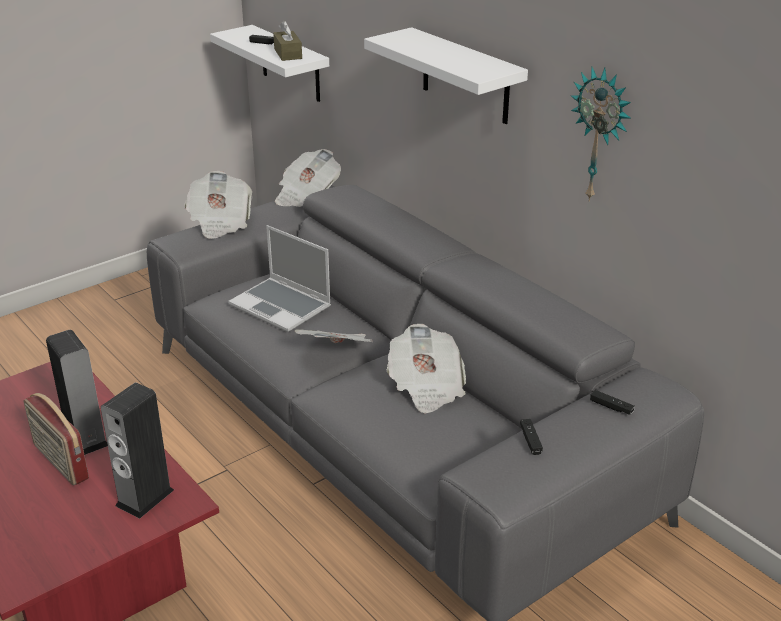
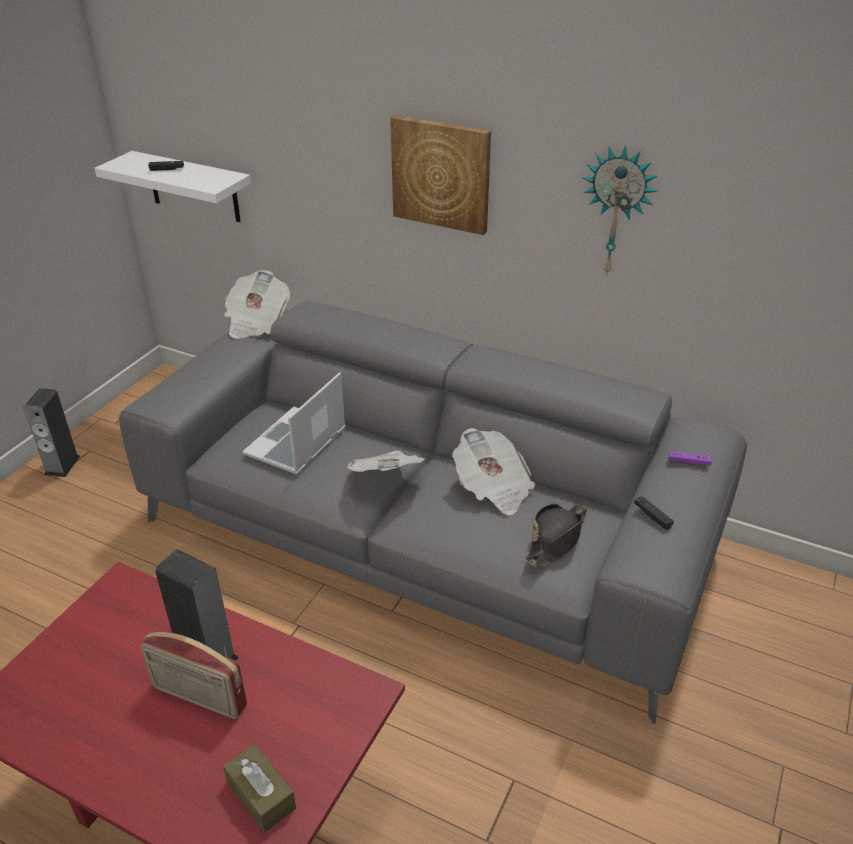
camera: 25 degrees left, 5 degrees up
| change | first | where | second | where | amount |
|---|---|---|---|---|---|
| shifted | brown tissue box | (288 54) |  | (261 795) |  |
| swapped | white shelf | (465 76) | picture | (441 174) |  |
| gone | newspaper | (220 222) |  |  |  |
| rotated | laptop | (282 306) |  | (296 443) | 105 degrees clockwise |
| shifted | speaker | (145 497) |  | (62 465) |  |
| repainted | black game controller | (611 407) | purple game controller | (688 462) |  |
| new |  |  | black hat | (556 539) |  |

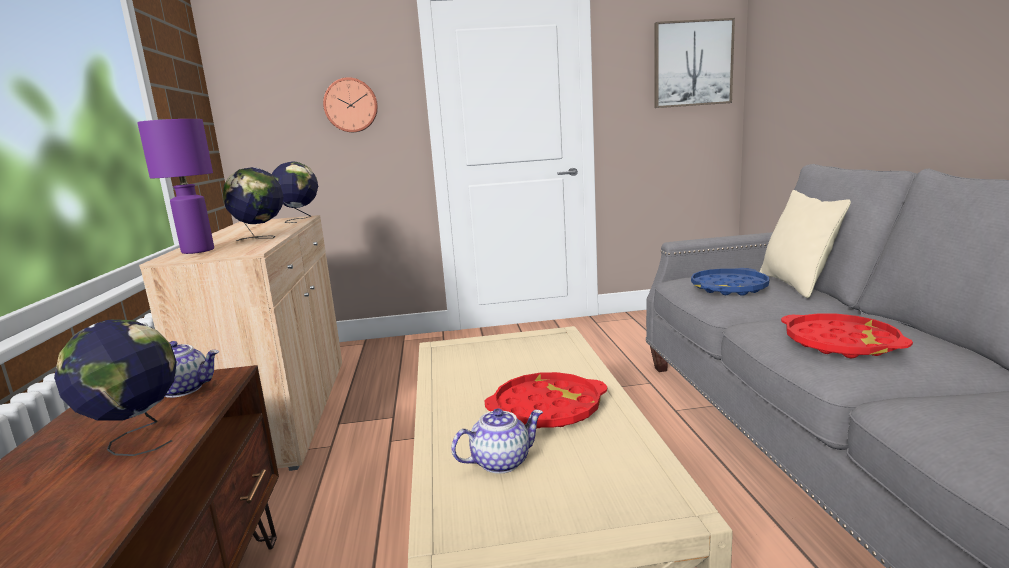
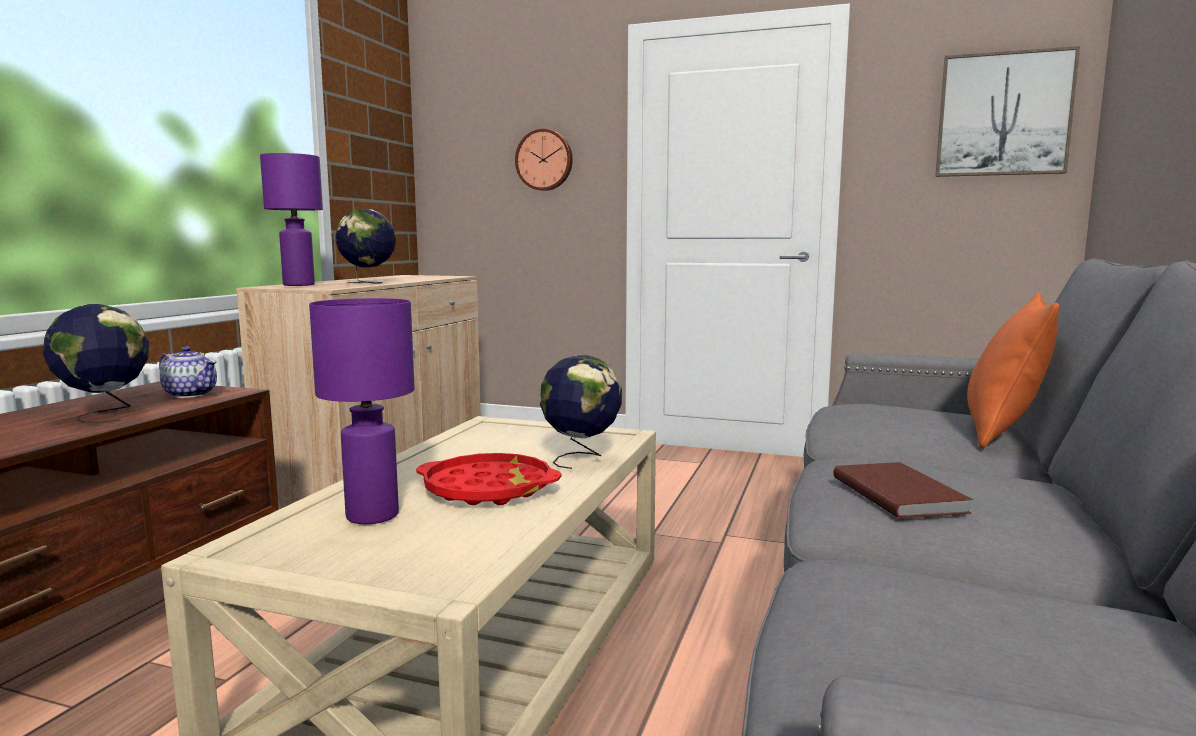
camera: 25 degrees right, 5 degrees down
| change | first | where | second | where | amount |
|---|---|---|---|---|---|
| shifted | globe | (299 220) |  | (581 458) |  |
| repainted | beige pillow | (796 284) | orange pillow | (1002 433) |  |
| gone | blue tray | (729 288) |  |  |  |
| swapped | red tray | (840 343) | brown book | (899 494) |  |
| swapped | teapot | (501 461) | purple table lamp | (371 515) |  |

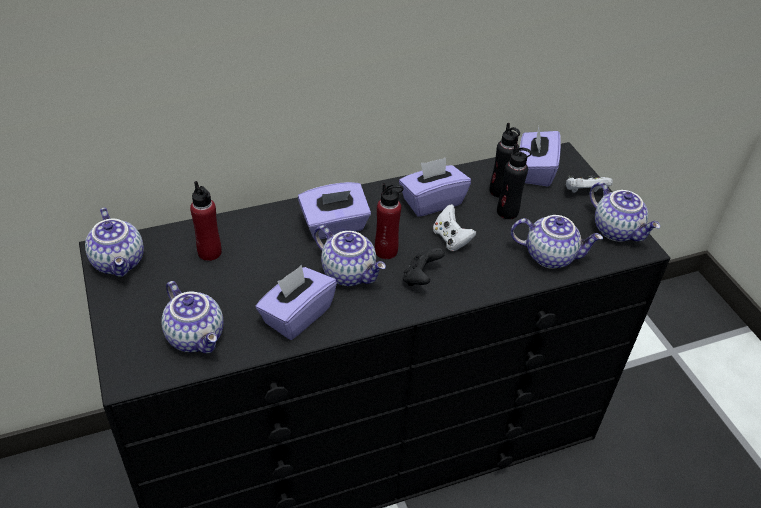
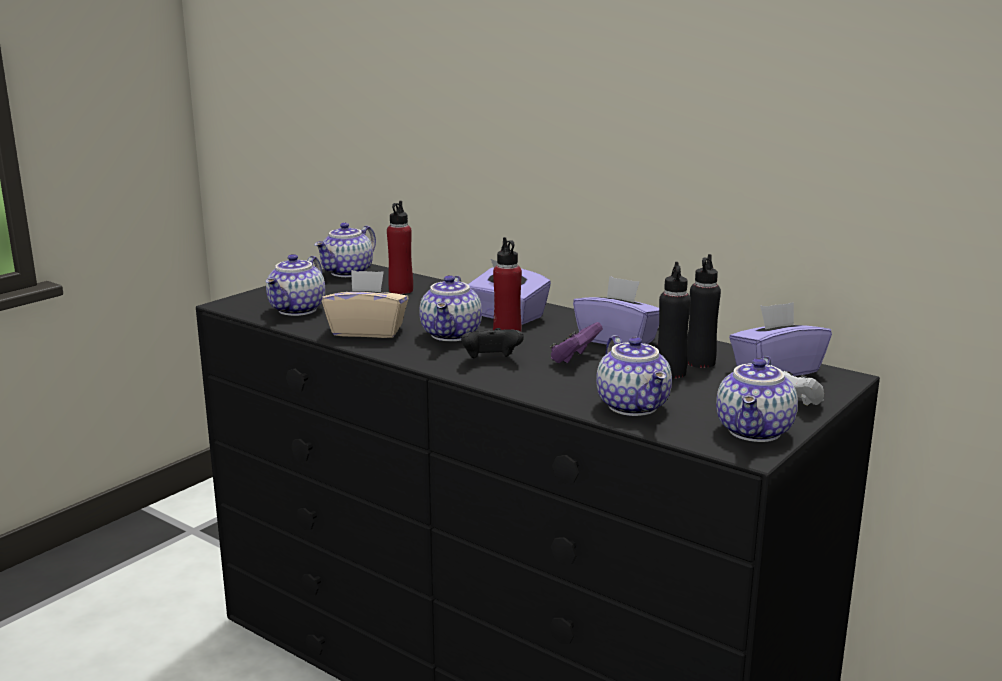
camera: 60 degrees right, 25 degrees down
| change | first | where | second | where | amount |
|---|---|---|---|---|---|
| repainted | white game controller | (451 239) | purple game controller | (574 359) |  |
| repainted | purple tissue box | (296 315) | beige tissue box | (367 331) |  |

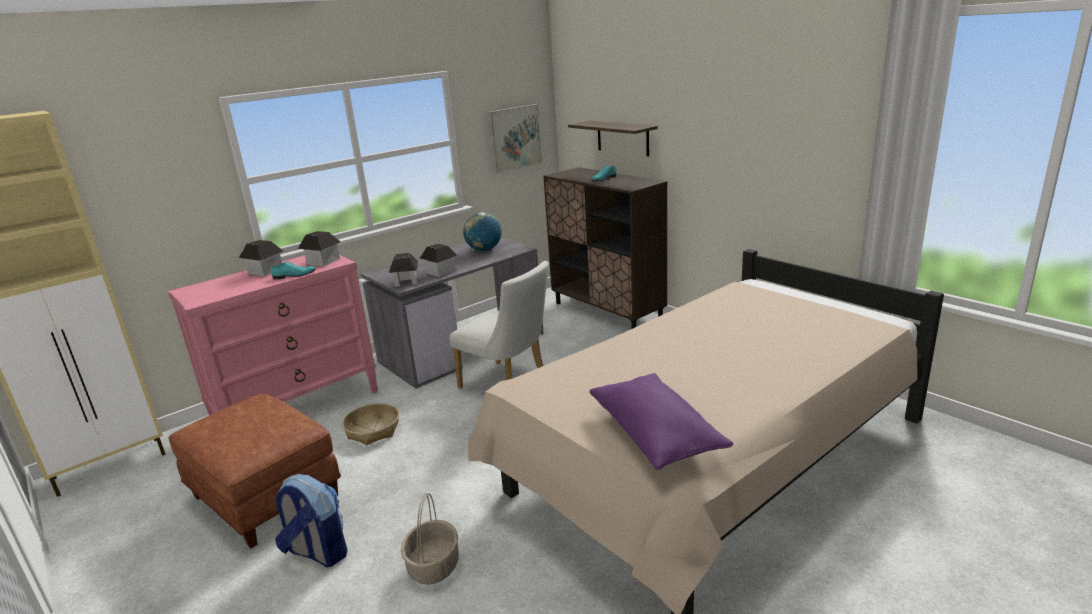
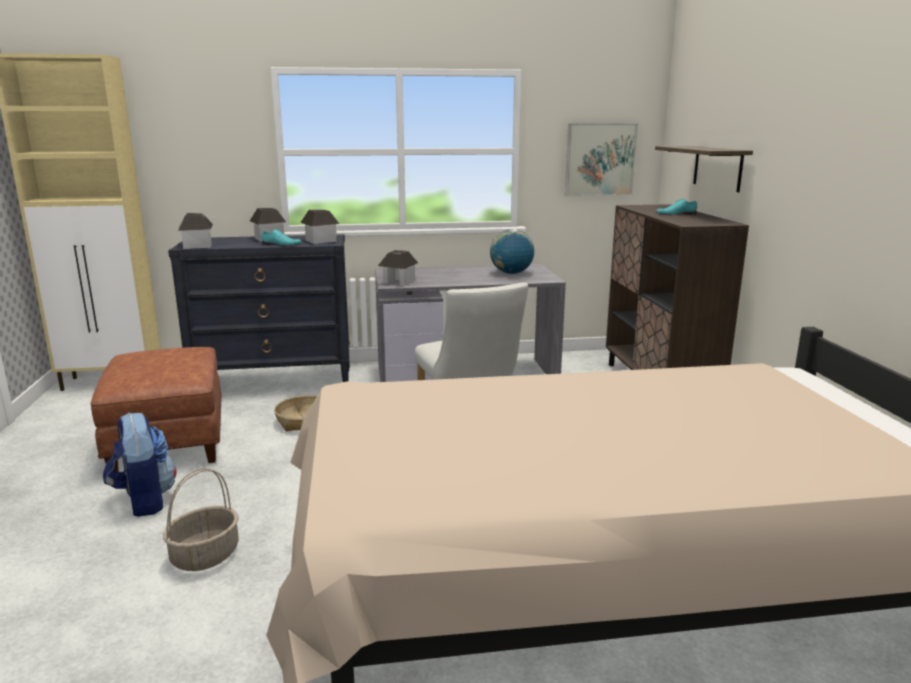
camera: 30 degrees right, 5 degrees down
| change | first | where | second | where | amount |
|---|---|---|---|---|---|
| shifted | toy house | (440 271) |  | (197 246) |  |
| repainted | pink dresser | (298 408) | black dresser | (275 384) |  |
| gone | purple pillow | (655 435) |  |  |  |

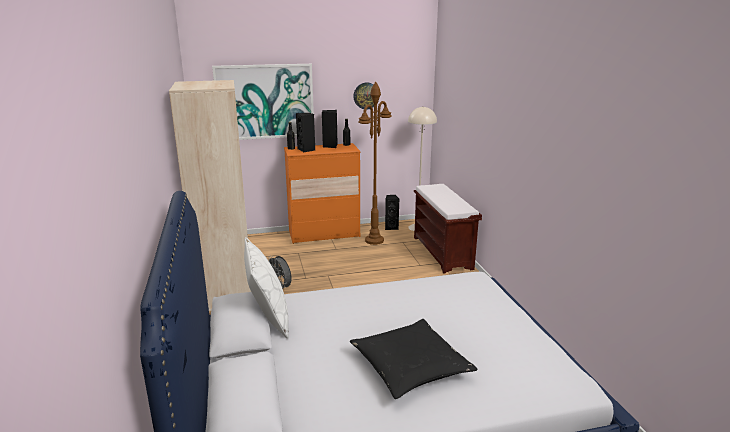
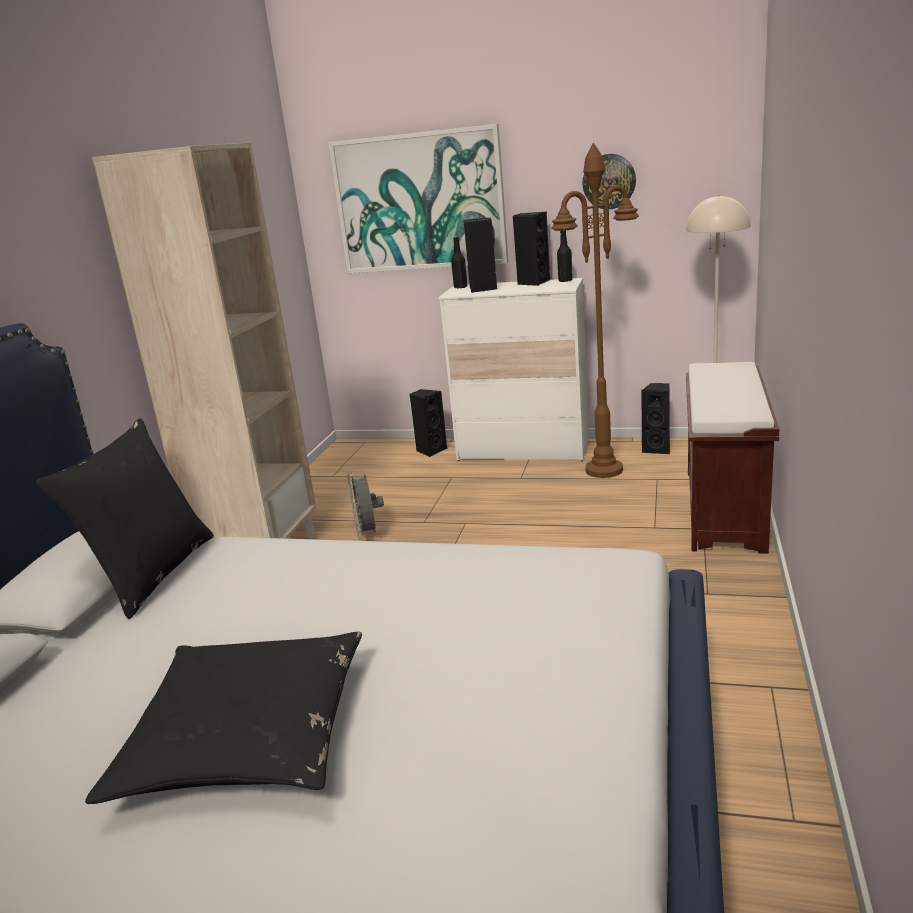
camera: 30 degrees right, 0 degrees up
| change | first | where | second | where | amount |
|---|---|---|---|---|---|
| repainted | orange dresser | (324 234) | white dresser | (523 450) |  |
| repainted | white pillow | (268 317) | black pillow | (151 574) |  |
| new |  |  | black speaker | (431 450) |  |

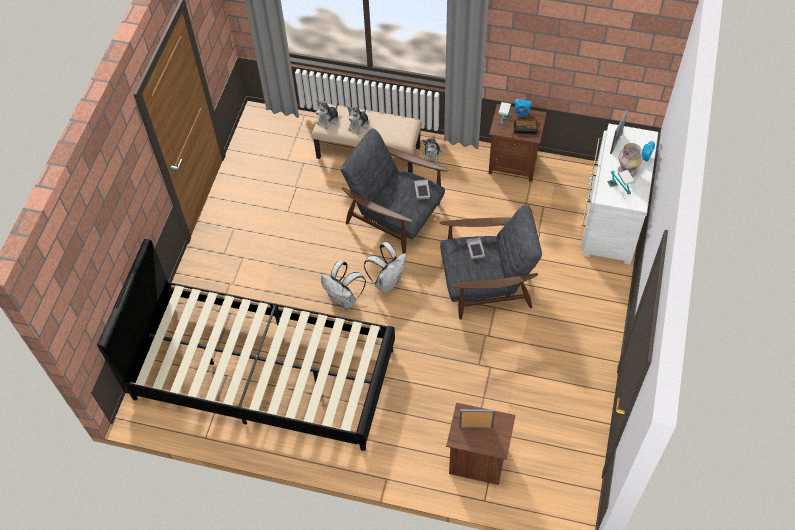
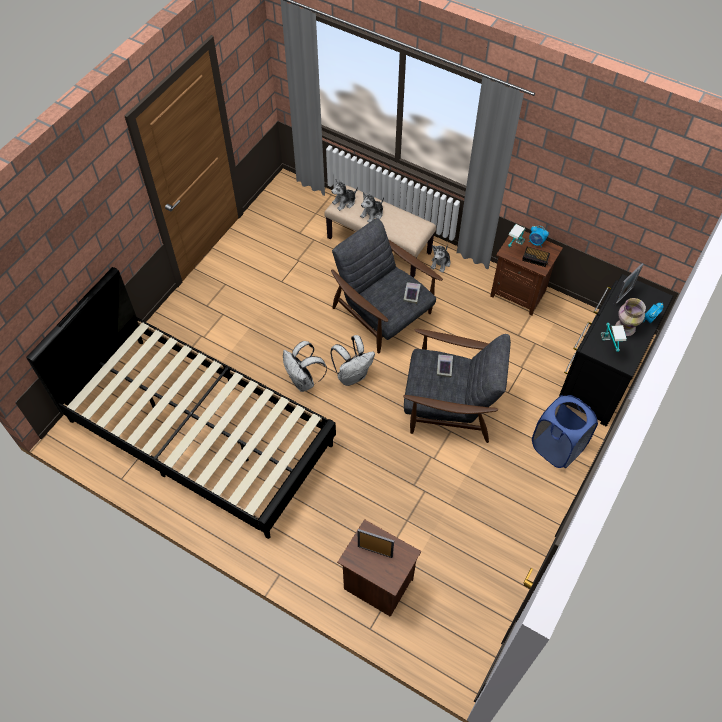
camera: 15 degrees right, 0 degrees up
| change | first | where | second | where | amount |
|---|---|---|---|---|---|
| repainted | white dresser | (609 220) | black dresser | (599 376) |  |
| new |  |  | blue laundry basket | (557 447) |  |

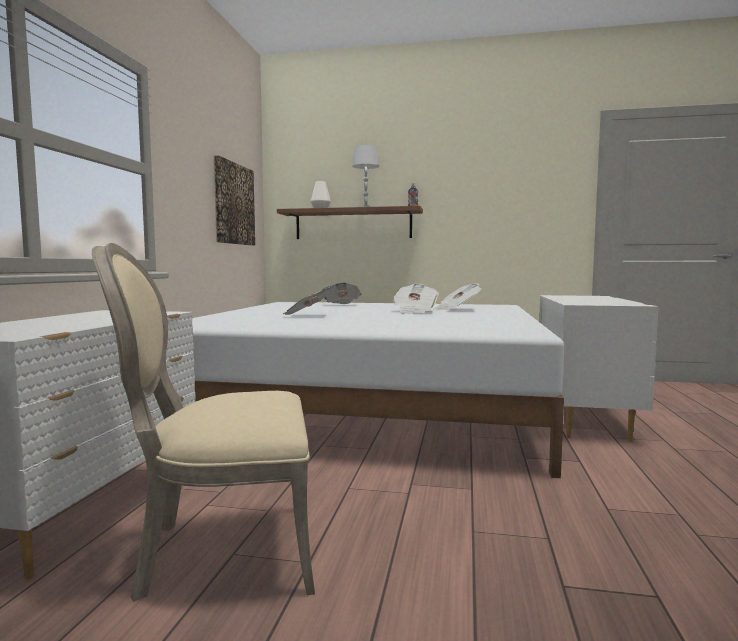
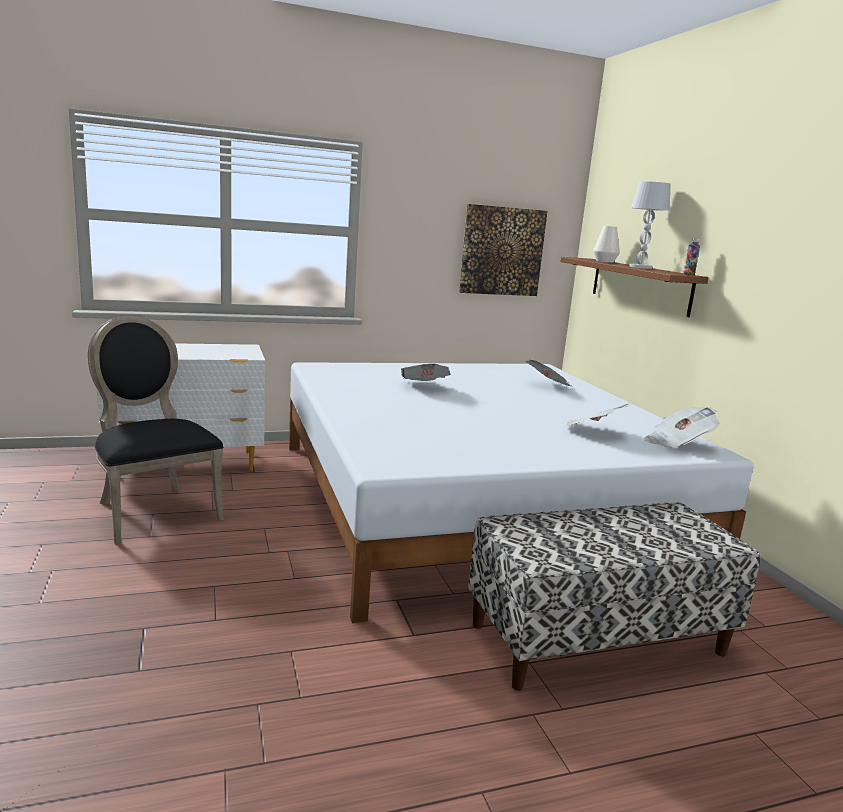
camera: 60 degrees right, 10 degrees up
| change | first | where | second | where | amount |
|---|---|---|---|---|---|
| repainted | beige chair | (222 552) | black chair | (154 510) |  |
| shifted | newspaper | (414 312) |  | (677 443) |  |
| swapped | white dresser | (584 417) | bench | (597 638) |  |

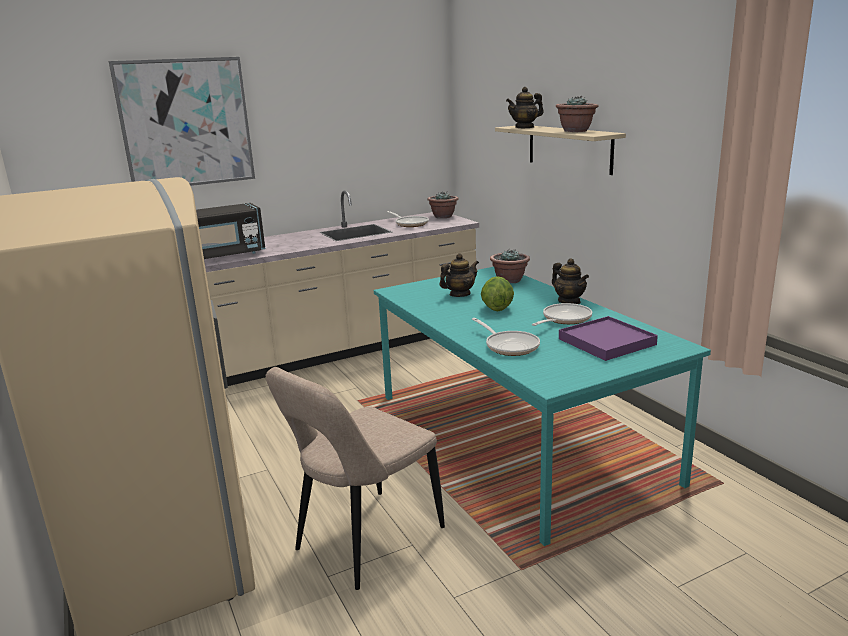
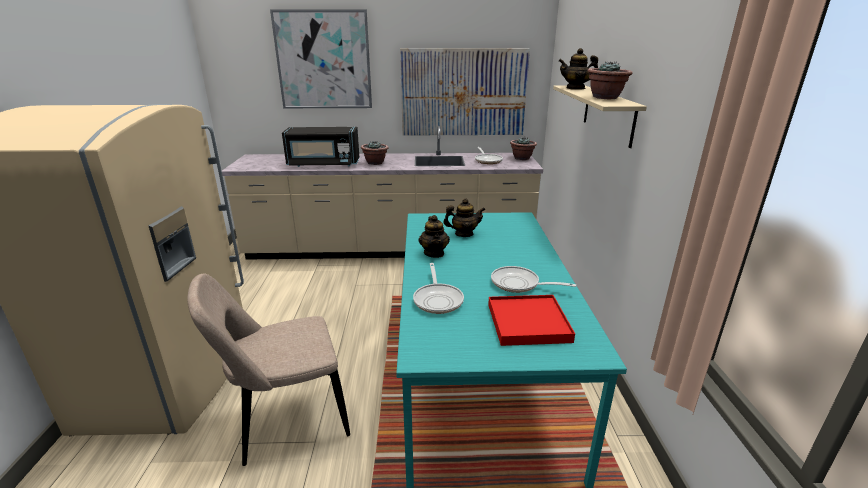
camera: 25 degrees right, 5 degrees up
| change | first | where | second | where | amount |
|---|---|---|---|---|---|
| shifted | potted plant | (509 280) |  | (375 163) |  |
| shifted | teapot | (569 301) |  | (434 253) |  |
| gone | lettuce | (496 308) |  |  |  |
| rotated | frying pan | (564 319) |  | (519 284) | 135 degrees counterclockwise |
| repainted | purple tray | (606 342) | red tray | (528 323) |  |
| new |  |  | picture | (463 92) |  |

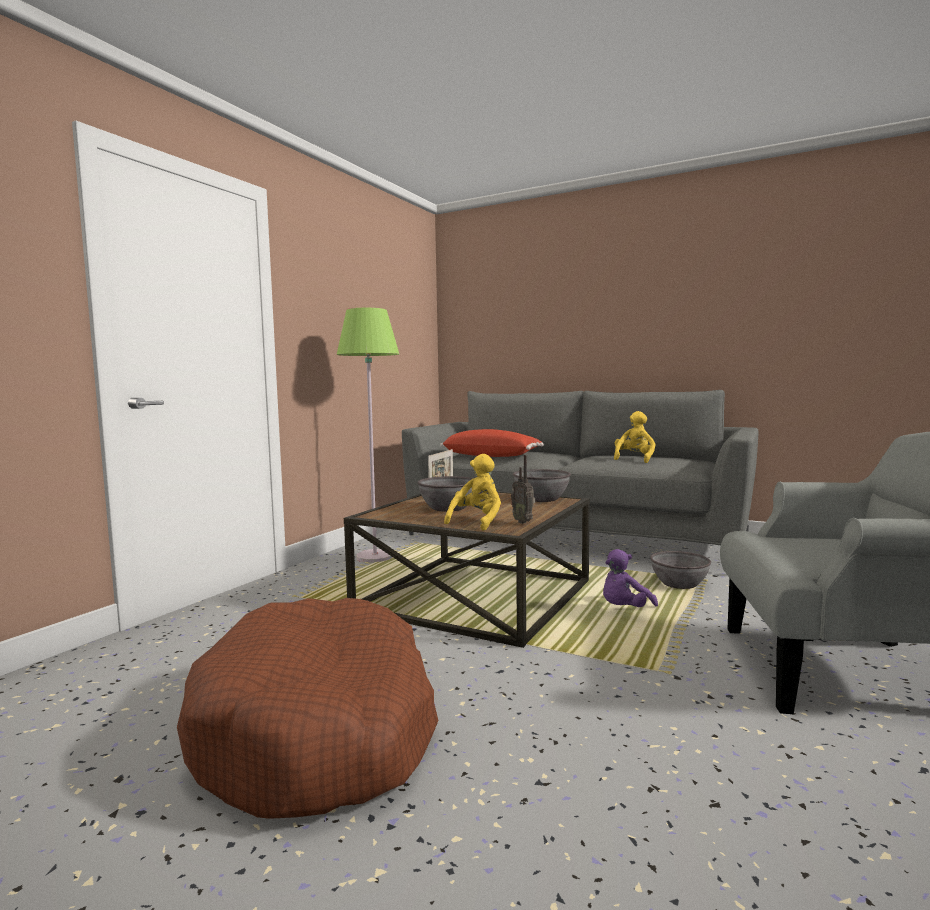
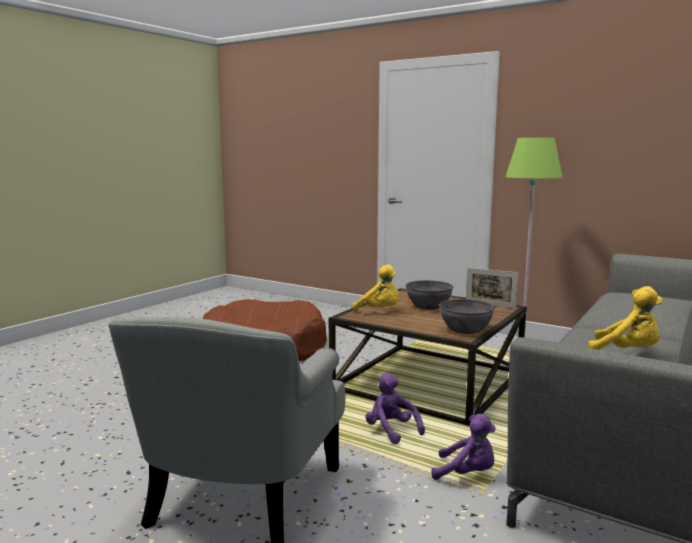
camera: 95 degrees right, 5 degrees up
| change | first | where | second | where | amount |
|---|---|---|---|---|---|
| gone | red pillow | (492 456) |  |  |  |
| gone | radio | (523 522) |  |  |  |
| swapped | grey bowl | (679 584) | purple plush toy | (467 473) |  |

